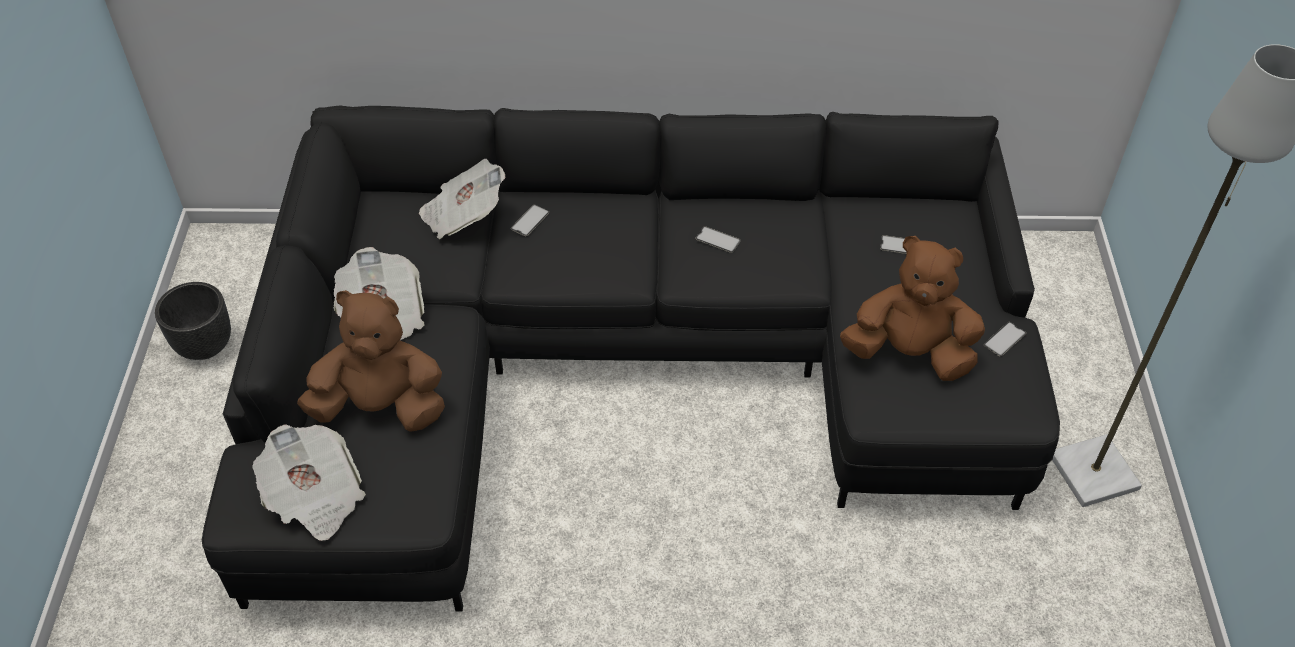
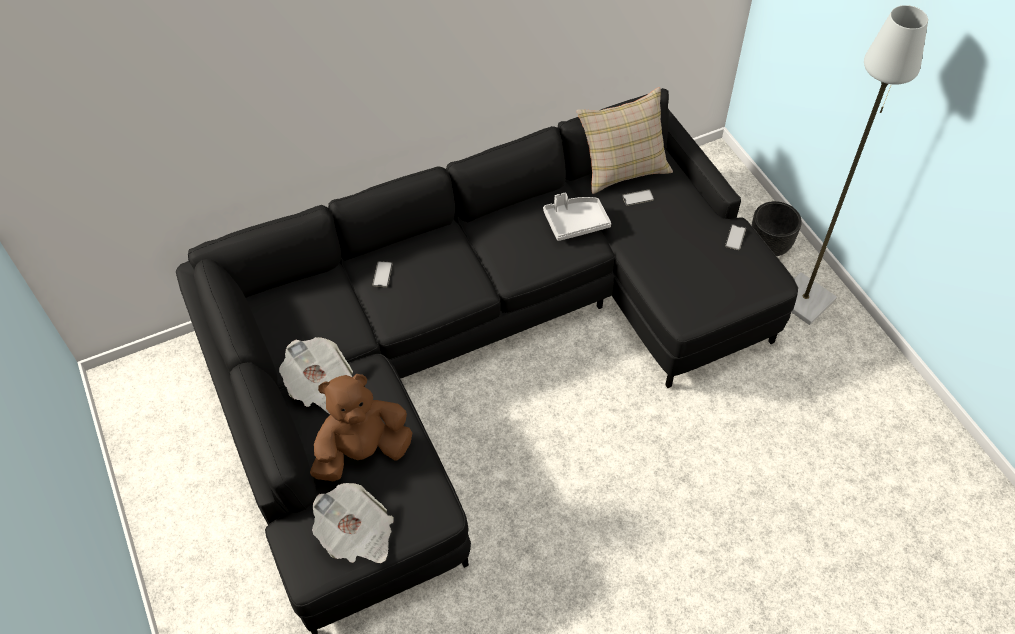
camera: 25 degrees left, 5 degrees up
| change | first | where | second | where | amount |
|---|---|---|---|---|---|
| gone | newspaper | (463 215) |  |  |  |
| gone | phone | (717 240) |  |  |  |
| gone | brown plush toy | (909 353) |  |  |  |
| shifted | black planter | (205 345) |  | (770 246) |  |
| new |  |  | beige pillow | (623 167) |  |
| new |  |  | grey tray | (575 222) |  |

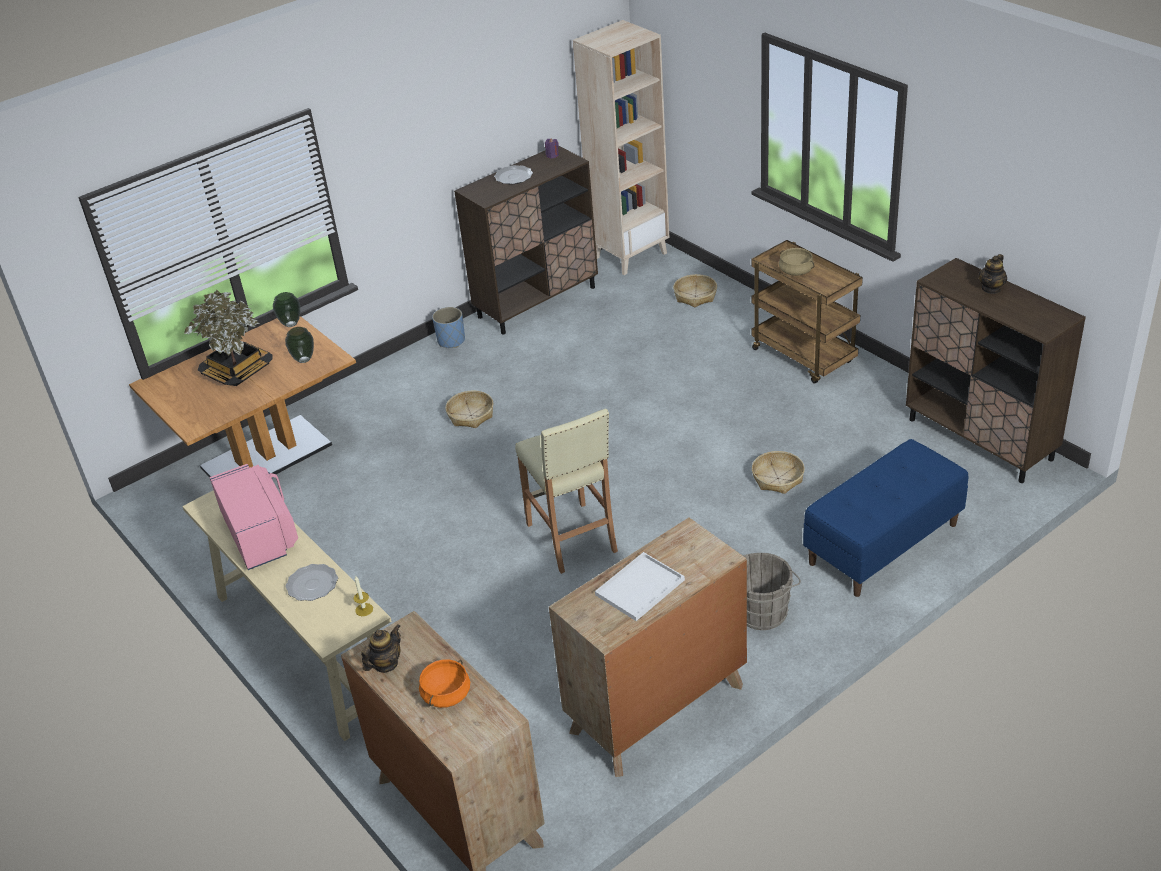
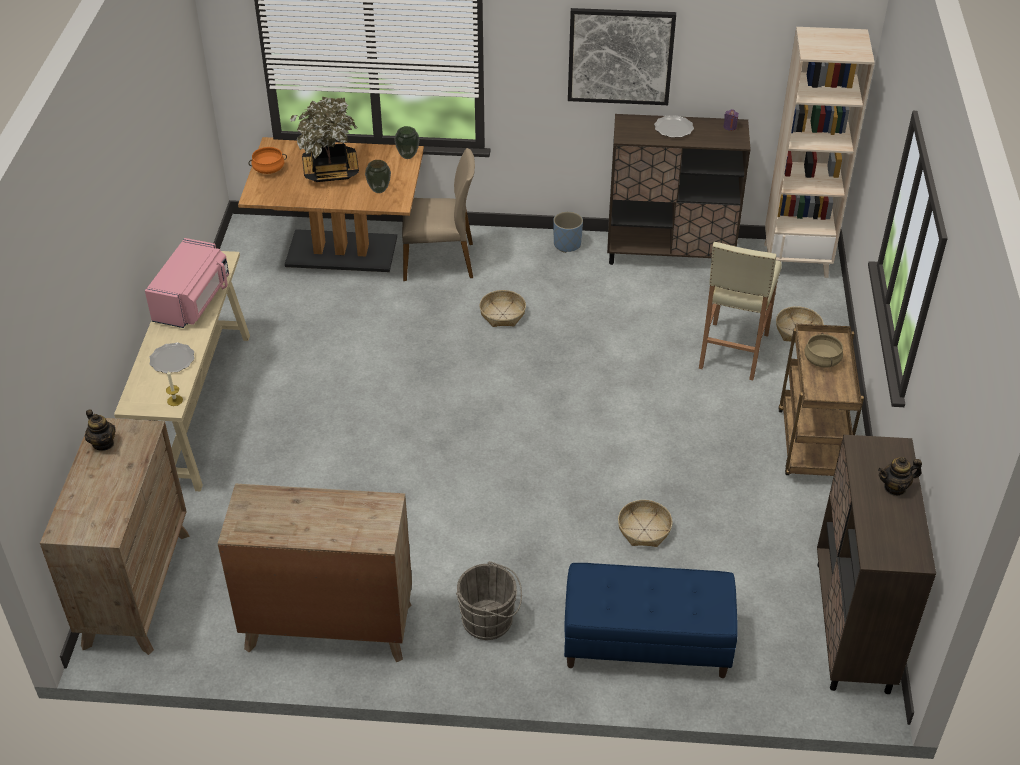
camera: 40 degrees right, 5 degrees up
| change | first | where | second | where | amount |
|---|---|---|---|---|---|
| shifted | beige stool | (572 538) |  | (732 351) |  |
| gone | white tray | (640 586) |  |  |  |
| rotated | teapot | (385 664) |  | (103 443) | 60 degrees clockwise |
| shifted | orange cooking pot | (446 695) |  | (268 169) |  |
| new |  |  | picture | (620 56) |  |
| new |  |  | beige chair | (439 260) |  |

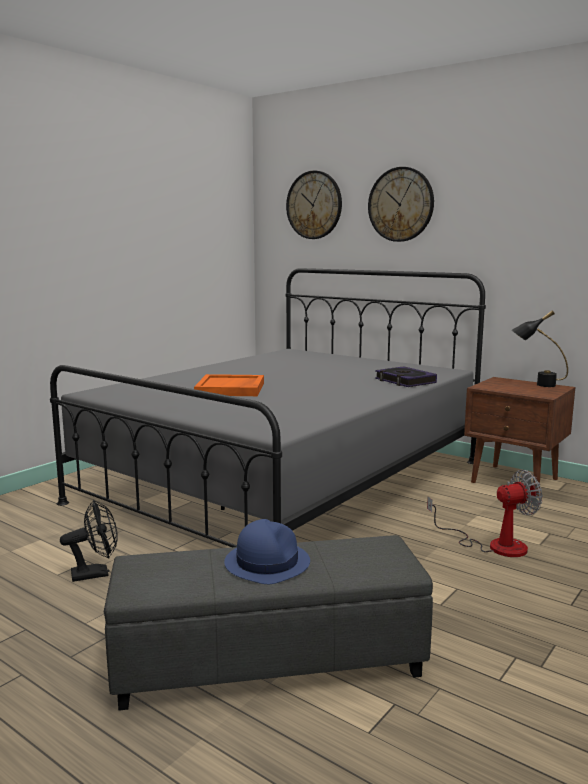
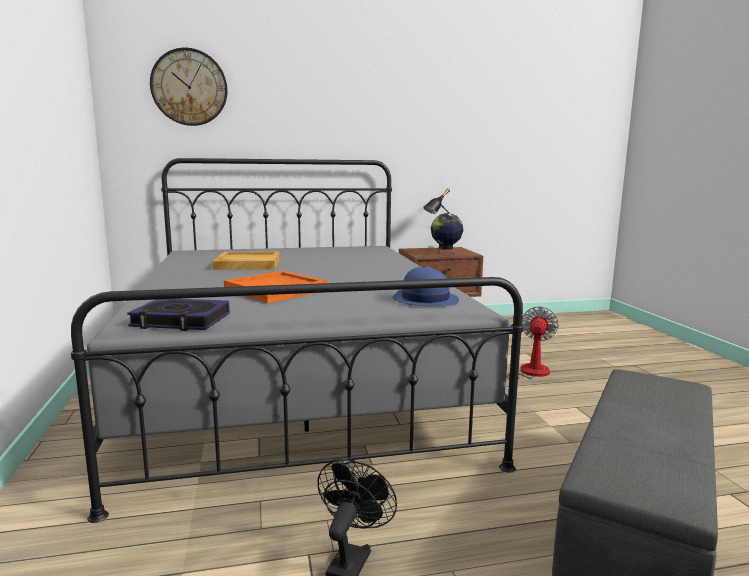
camera: 50 degrees left, 0 degrees up
| change | first | where | second | where | amount |
|---|---|---|---|---|---|
| gone | wall clock | (401 204) |  |  |  |
| shifted | book | (405 381) |  | (181 321) |  |
| shifted | blue hat | (267 562) |  | (425 299) |  |
| new |  |  | globe | (445 254) |  |
| new |  |  | beige tray | (247 264) |  |

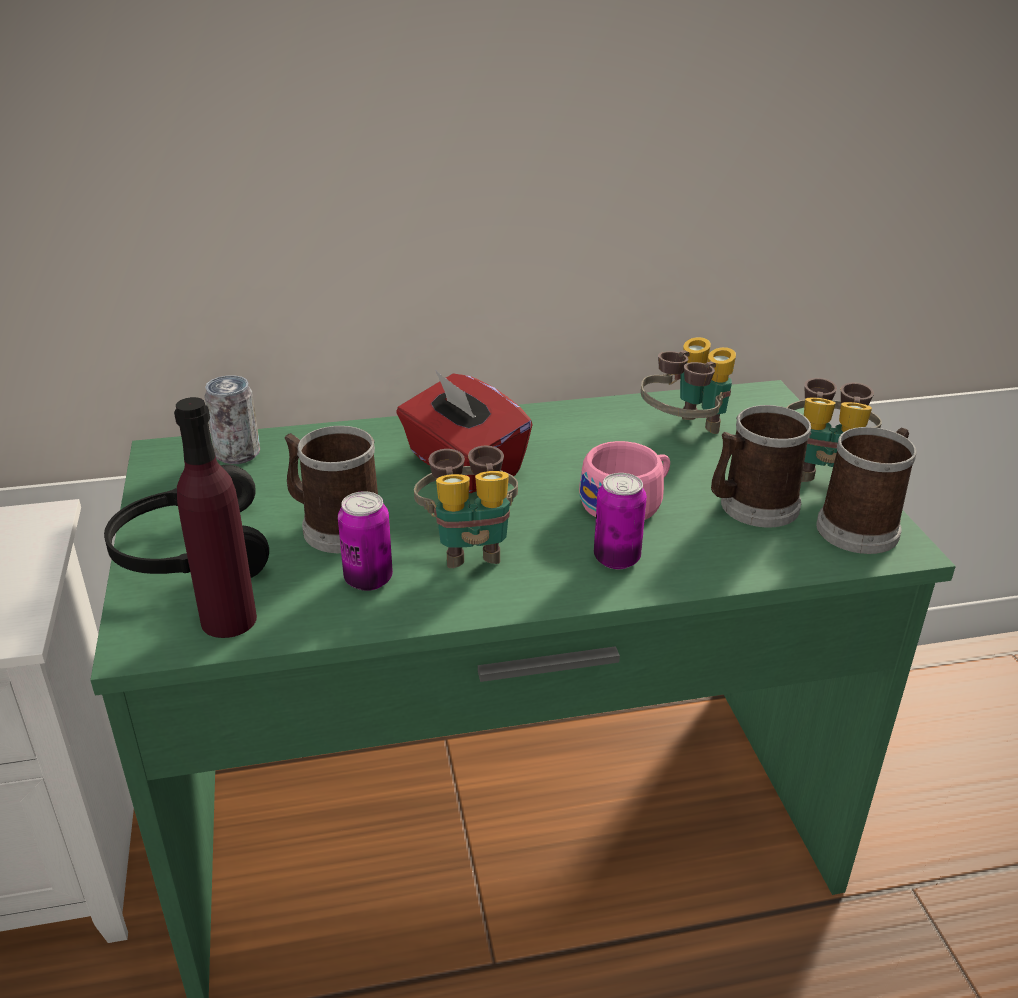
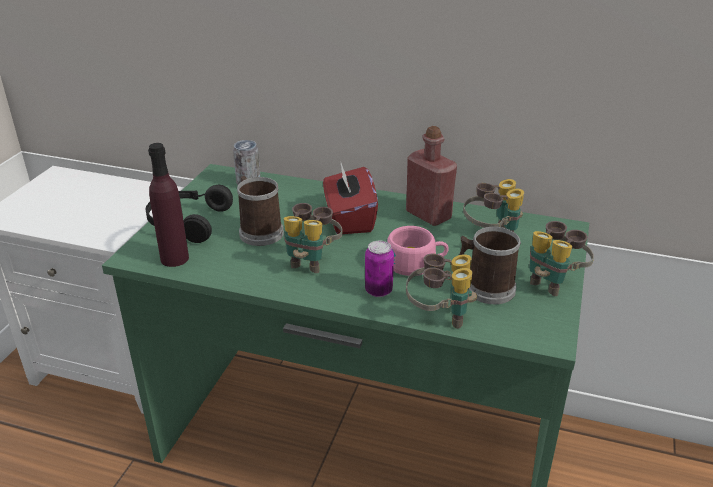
camera: 30 degrees right, 0 degrees up
| change | first | where | second | where | amount |
|---|---|---|---|---|---|
| gone | mug | (862 526) |  |  |  |
| gone | can | (368 579) |  |  |  |
| new |  |  | red bottle | (428 215) |  |
| new |  |  | binoculars | (439 316) |  |

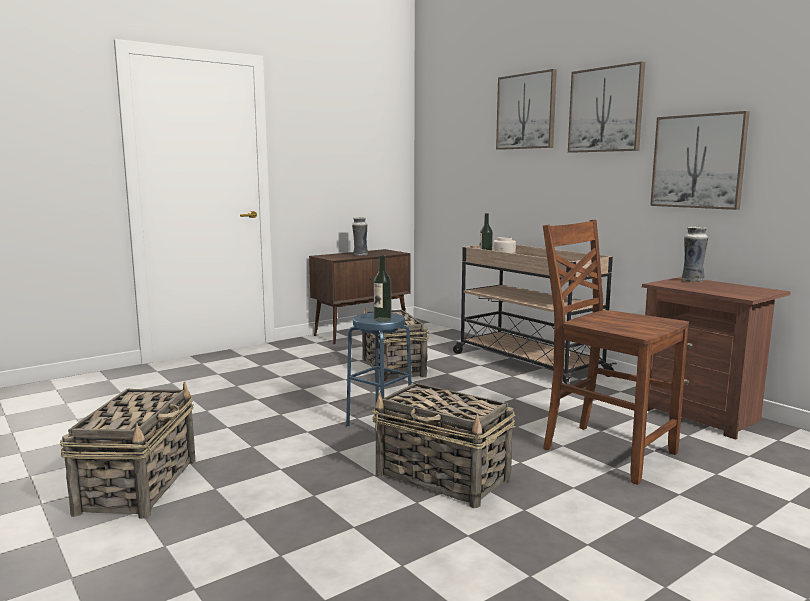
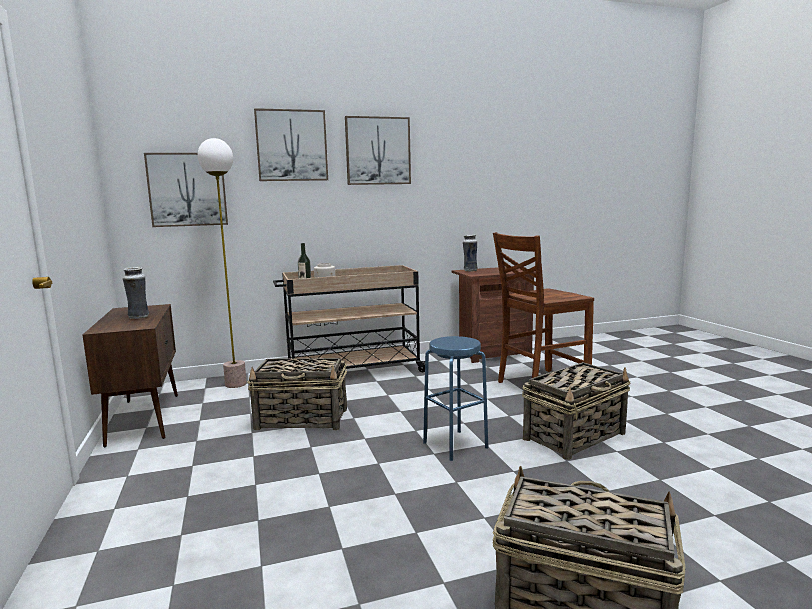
camera: 70 degrees left, 0 degrees up
| change | first | where | second | where | amount |
|---|---|---|---|---|---|
| shifted | picture | (698 161) |  | (187 189) |  |
| gone | bottle | (382 319) |  |  |  |
| new |  |  | floor lamp | (235 384) |  |

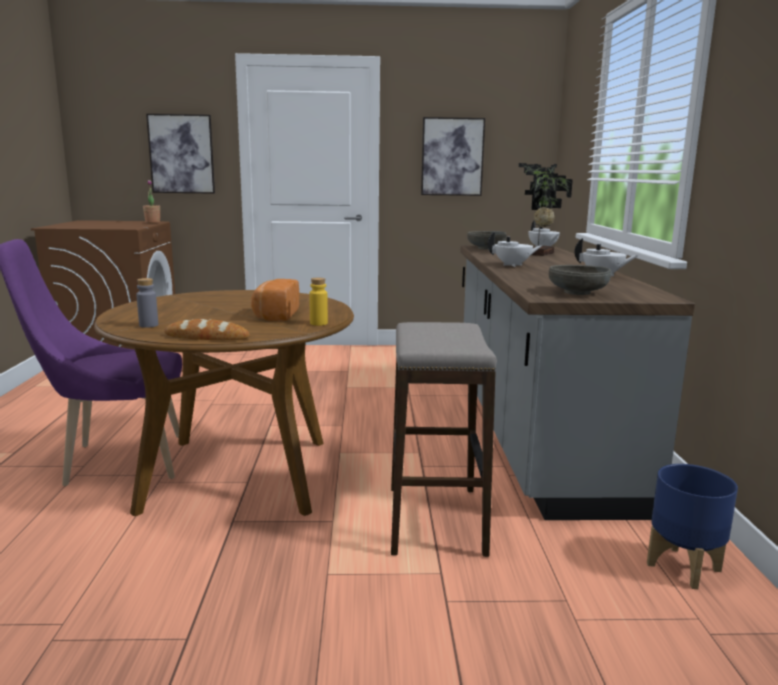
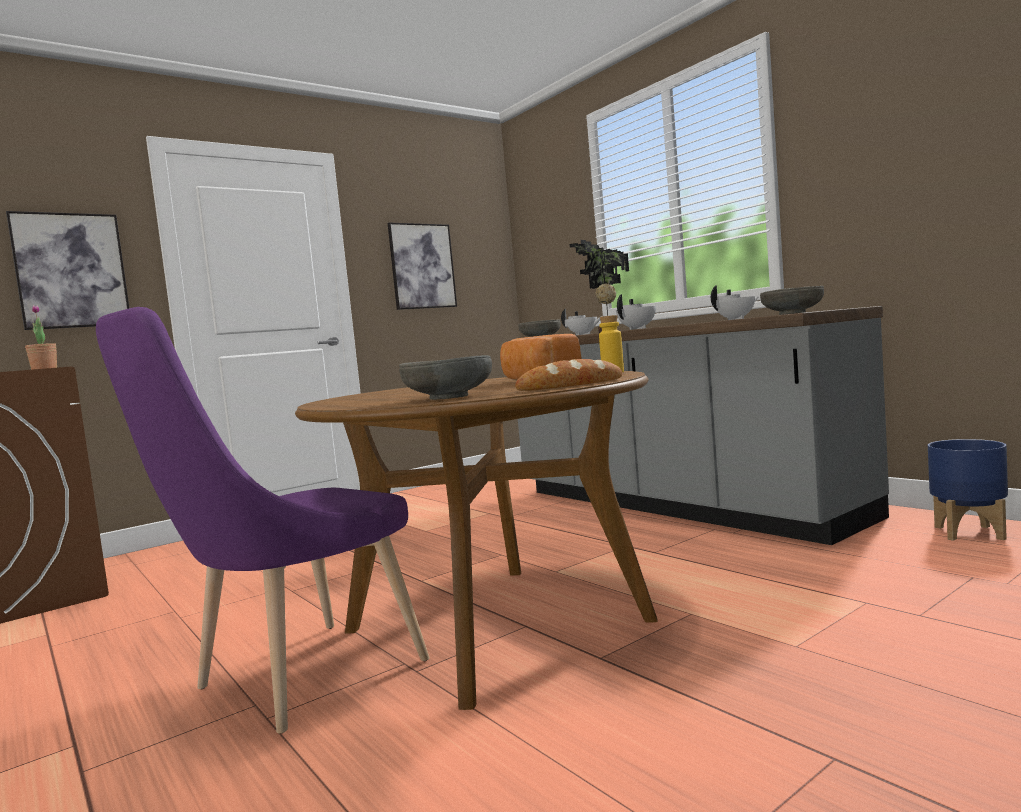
camera: 35 degrees left, 10 degrees down
| change | first | where | second | where | amount |
|---|---|---|---|---|---|
| swapped | grey bottle | (148 325) | grey bowl | (448 397) |  |
| gone | stool | (436 520) |  |  |  |

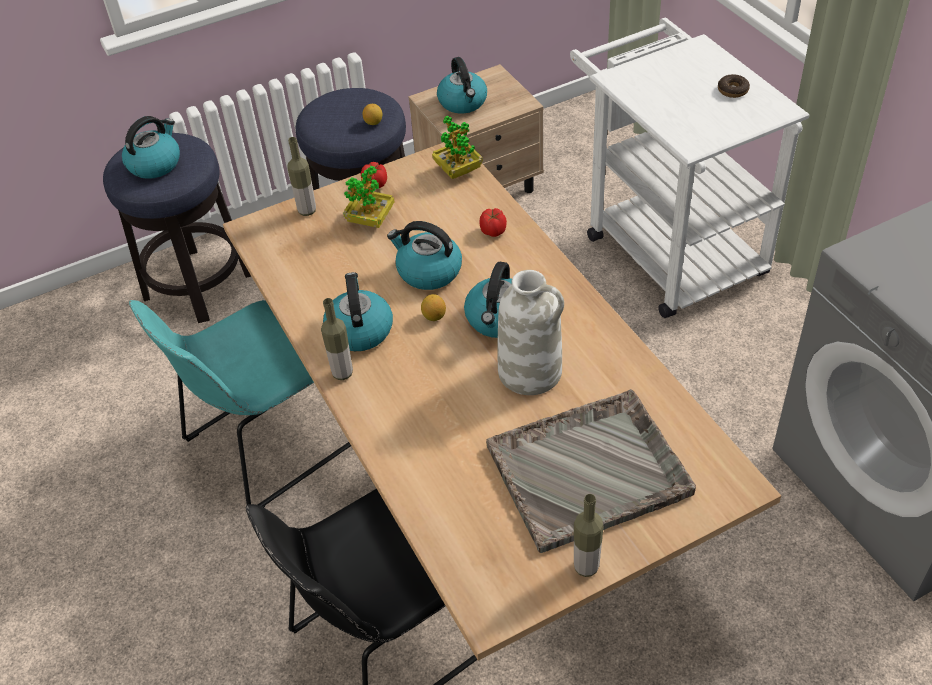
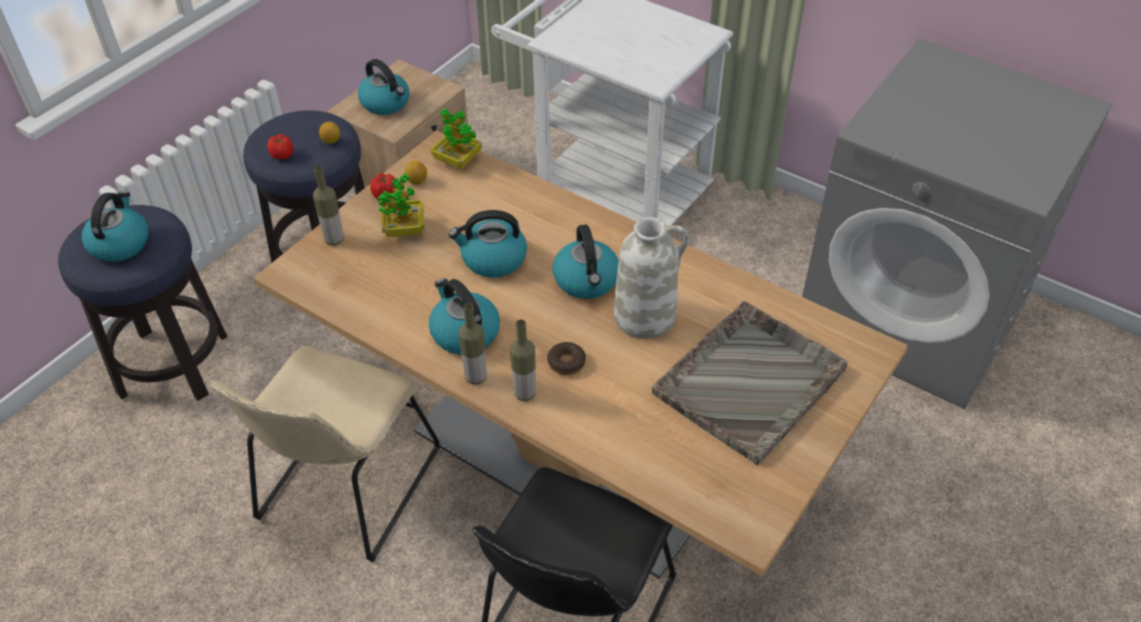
camera: 30 degrees left, 0 degrees up
| change | first | where | second | where | amount |
|---|---|---|---|---|---|
| shifted | donut | (732 90) |  | (566 362) |  |
| shifted | tomato | (493 231) |  | (282 155) |  |
| shifted | lemon | (434 316) |  | (416 181) |  |
| repainted | turquoise chair | (267 443) | beige chair | (345 489) |  |
| shifted | bottle | (586 567) |  | (525 393) |  |

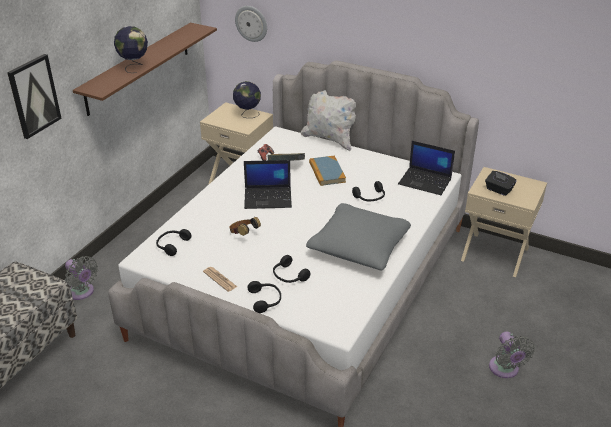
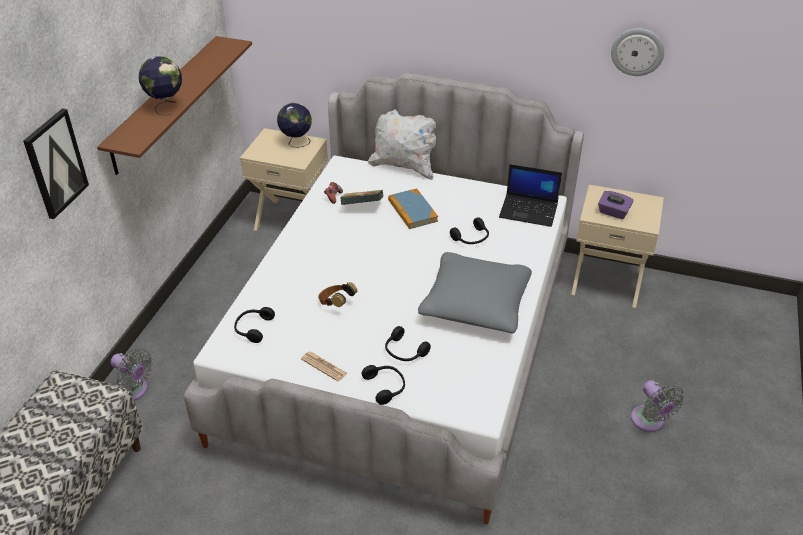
camera: 10 degrees left, 5 degrees up
| change | first | where | second | where | amount |
|---|---|---|---|---|---|
| shifted | wall clock | (251 23) |  | (637 51) |  |
| gone | laptop | (268 198) |  |  |  |
| repainted | black tissue box | (498 190) | purple tissue box | (613 212) |  |

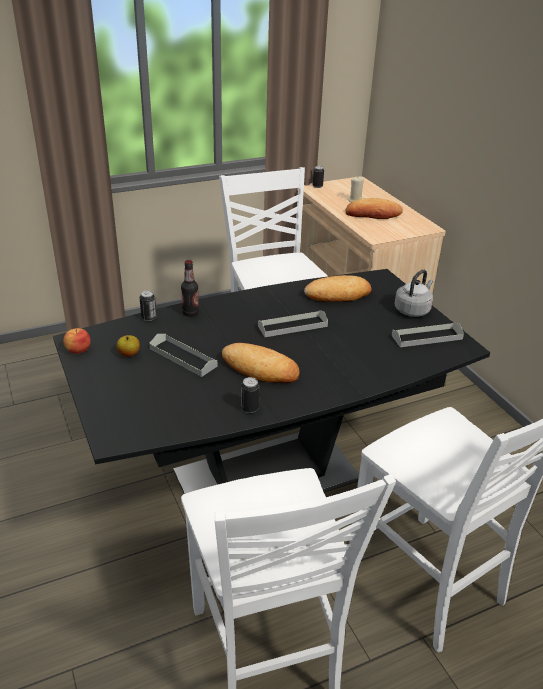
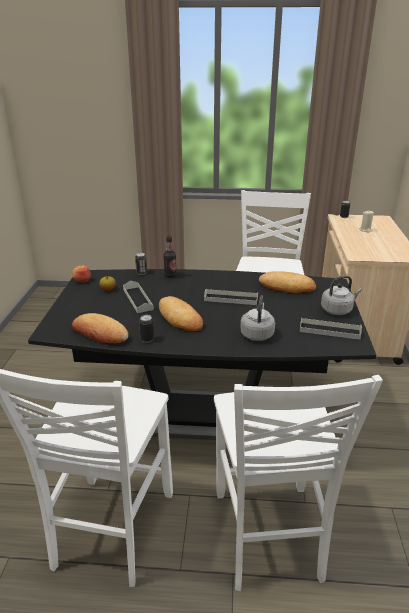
camera: 30 degrees right, 5 degrees down
| change | first | where | second | where | amount |
|---|---|---|---|---|---|
| shifted | bread | (373 214) |  | (100 334) |  |
| new |  |  | grey kettle | (257 334) |  |

